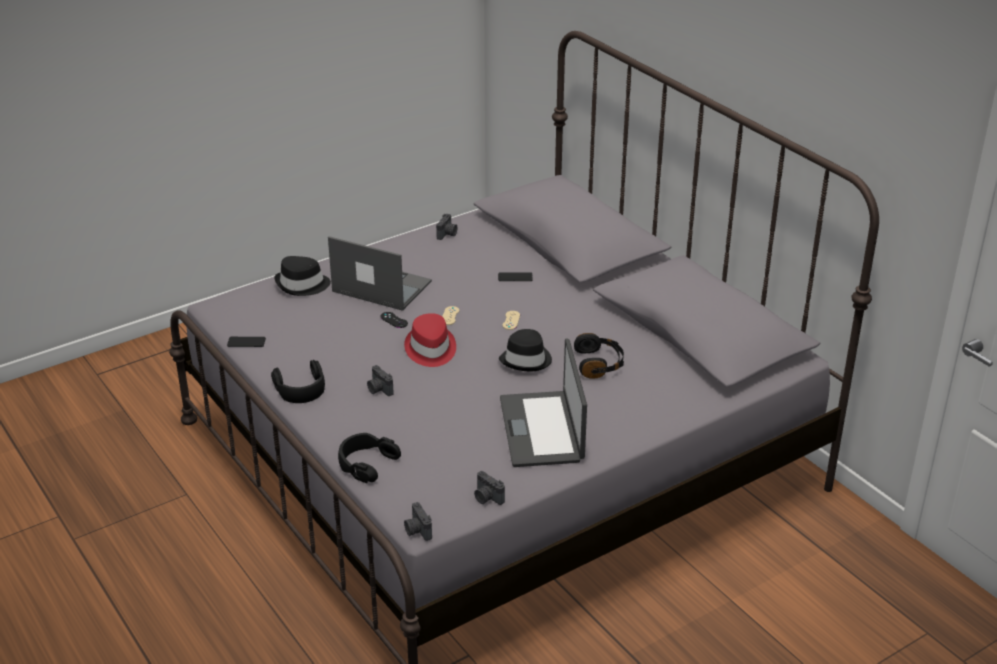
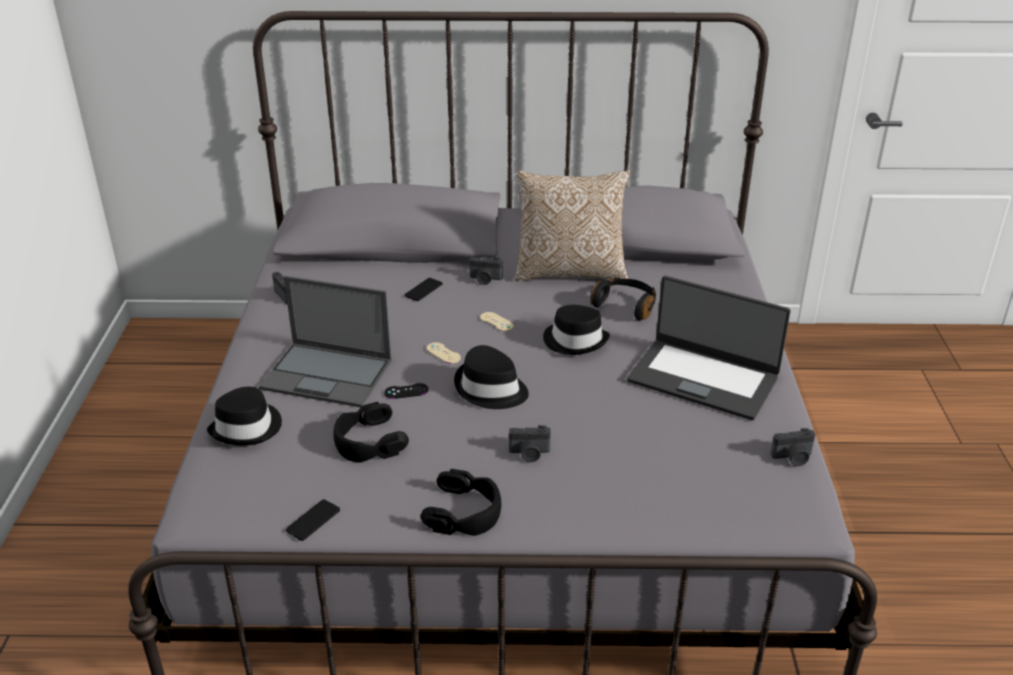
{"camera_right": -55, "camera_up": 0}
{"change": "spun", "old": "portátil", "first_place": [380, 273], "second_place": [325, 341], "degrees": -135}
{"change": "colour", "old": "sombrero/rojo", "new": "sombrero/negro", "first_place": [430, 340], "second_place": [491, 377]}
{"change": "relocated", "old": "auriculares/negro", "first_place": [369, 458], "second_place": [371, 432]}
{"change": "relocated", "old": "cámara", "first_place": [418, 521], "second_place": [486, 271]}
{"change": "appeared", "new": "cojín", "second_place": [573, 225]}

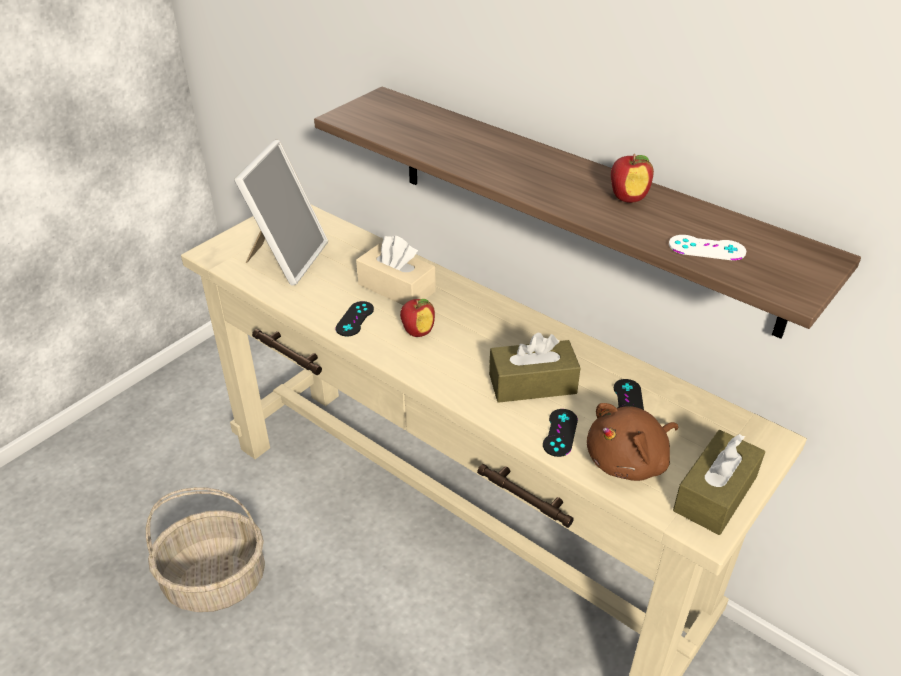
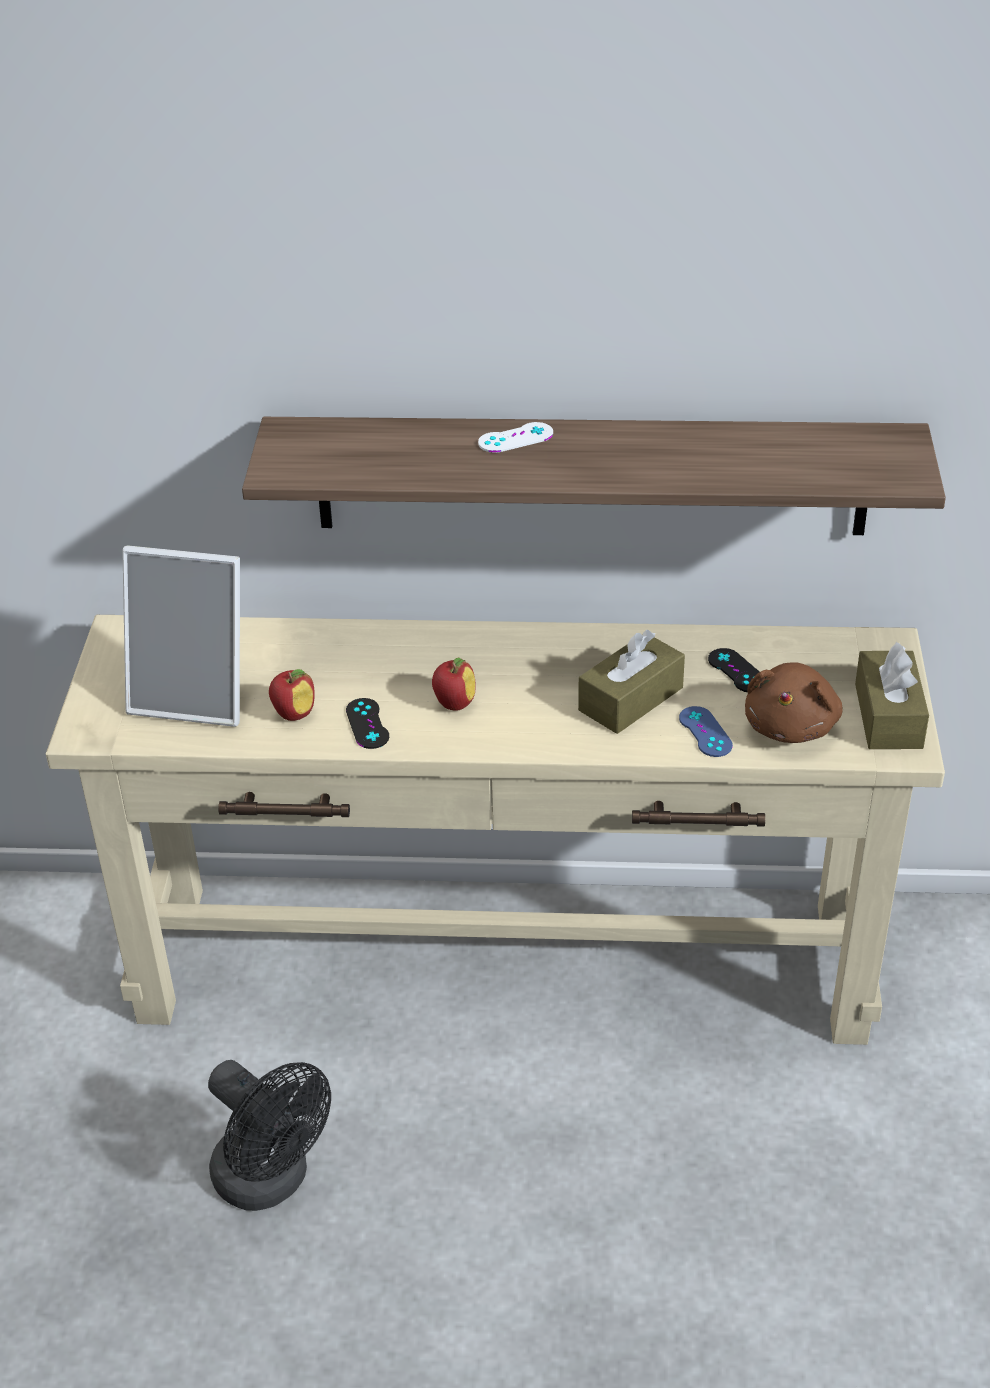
{"camera_right": -35, "camera_up": 0}
{"change": "spun", "old": "portarretratos", "first_place": [281, 212], "second_place": [181, 636], "degrees": 120}
{"change": "relocated", "old": "manzana", "first_place": [632, 178], "second_place": [292, 695]}
{"change": "missing", "old": "caja de pañuelos/beis", "first_place": [396, 270]}
{"change": "relocated", "old": "mando de consola/blanco", "first_place": [707, 247], "second_place": [515, 437]}
{"change": "colour", "old": "mando de consola/negro", "new": "mando de consola/azul", "first_place": [560, 433], "second_place": [706, 731]}
{"change": "exchanged", "old": "cesta", "new": "ventilador/negro", "first_place": [205, 549], "second_place": [269, 1135]}

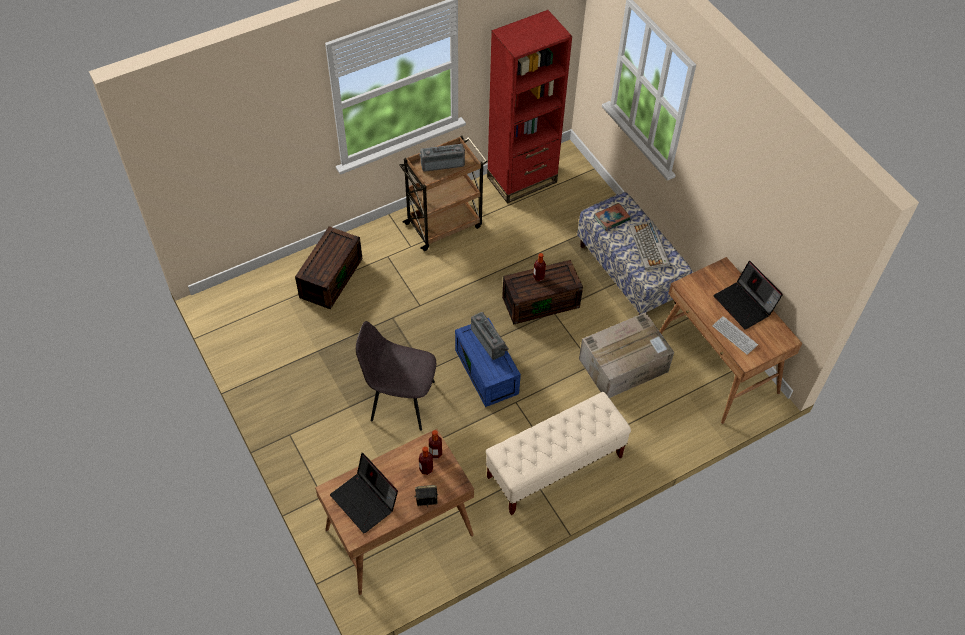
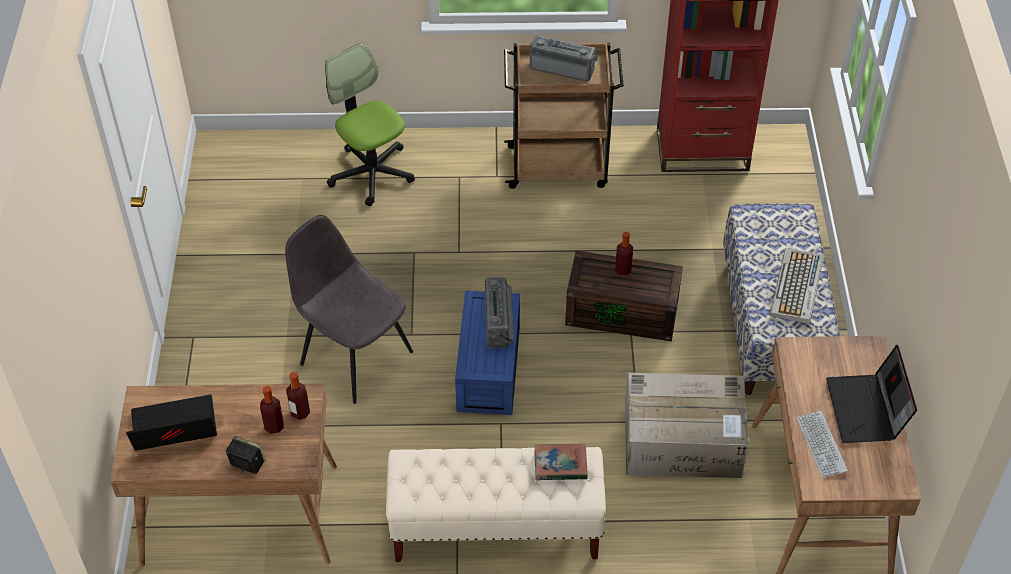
{"camera_right": 30, "camera_up": -5}
{"change": "relocated", "old": "libro", "first_place": [613, 217], "second_place": [561, 462]}
{"change": "exchanged", "old": "caja de almacenaje/marrón", "new": "silla de oficina", "first_place": [328, 267], "second_place": [370, 125]}
{"change": "spun", "old": "portátil", "first_place": [364, 493], "second_place": [171, 423], "degrees": 90}

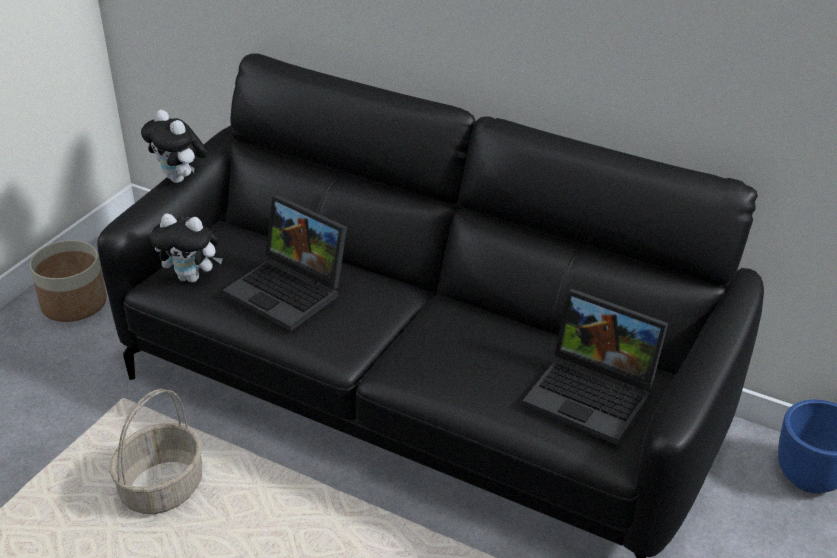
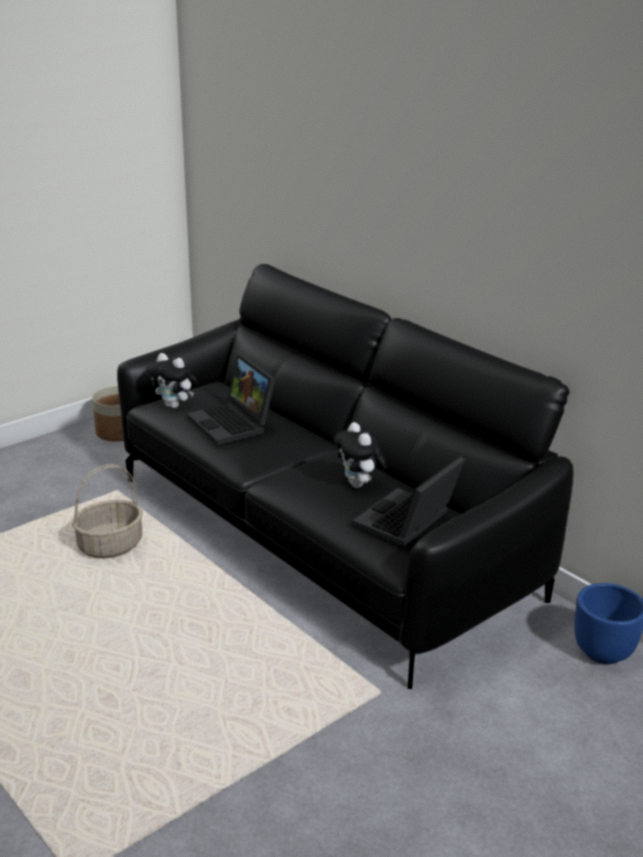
{"camera_right": 20, "camera_up": -10}
{"change": "relocated", "old": "peluche", "first_place": [174, 146], "second_place": [360, 455]}
{"change": "spun", "old": "portátil", "first_place": [595, 367], "second_place": [408, 501], "degrees": 75}

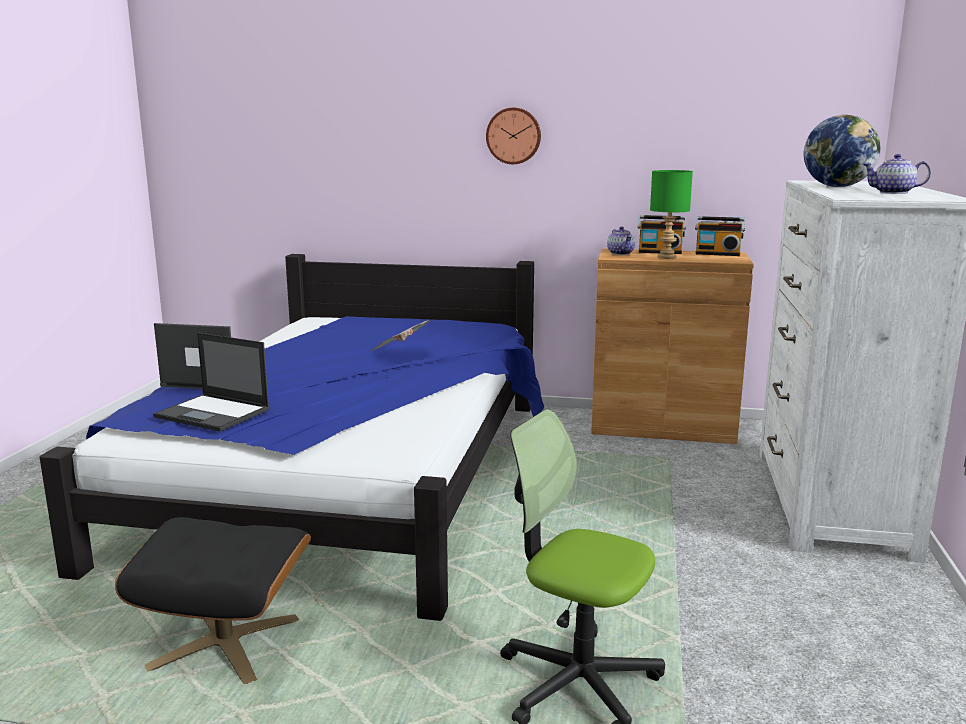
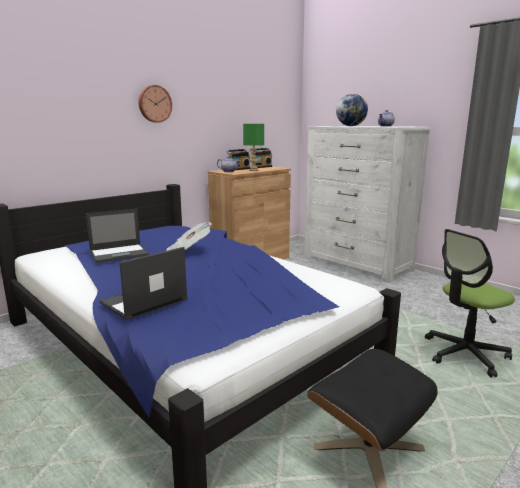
{"camera_right": -55, "camera_up": 0}
{"change": "relocated", "old": "portátil", "first_place": [211, 382], "second_place": [117, 236]}

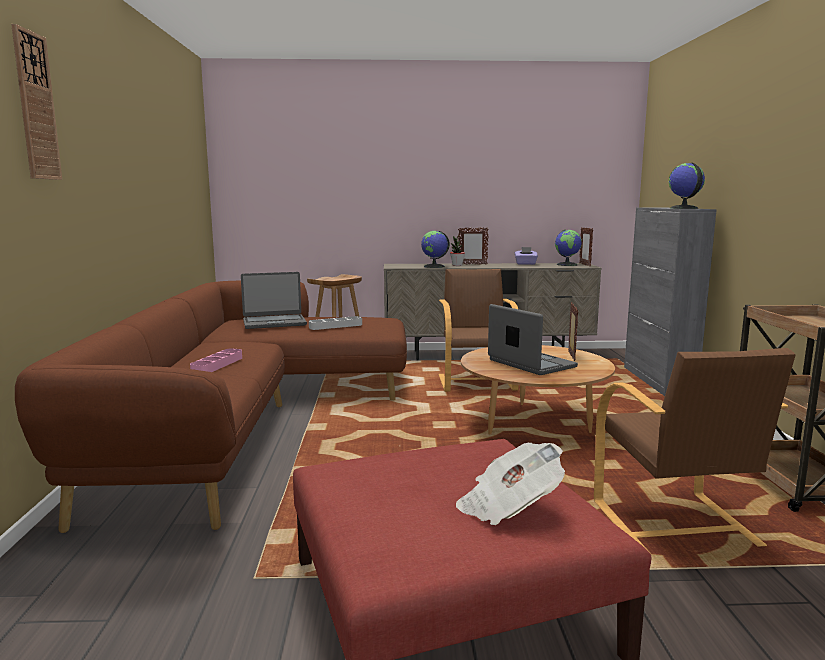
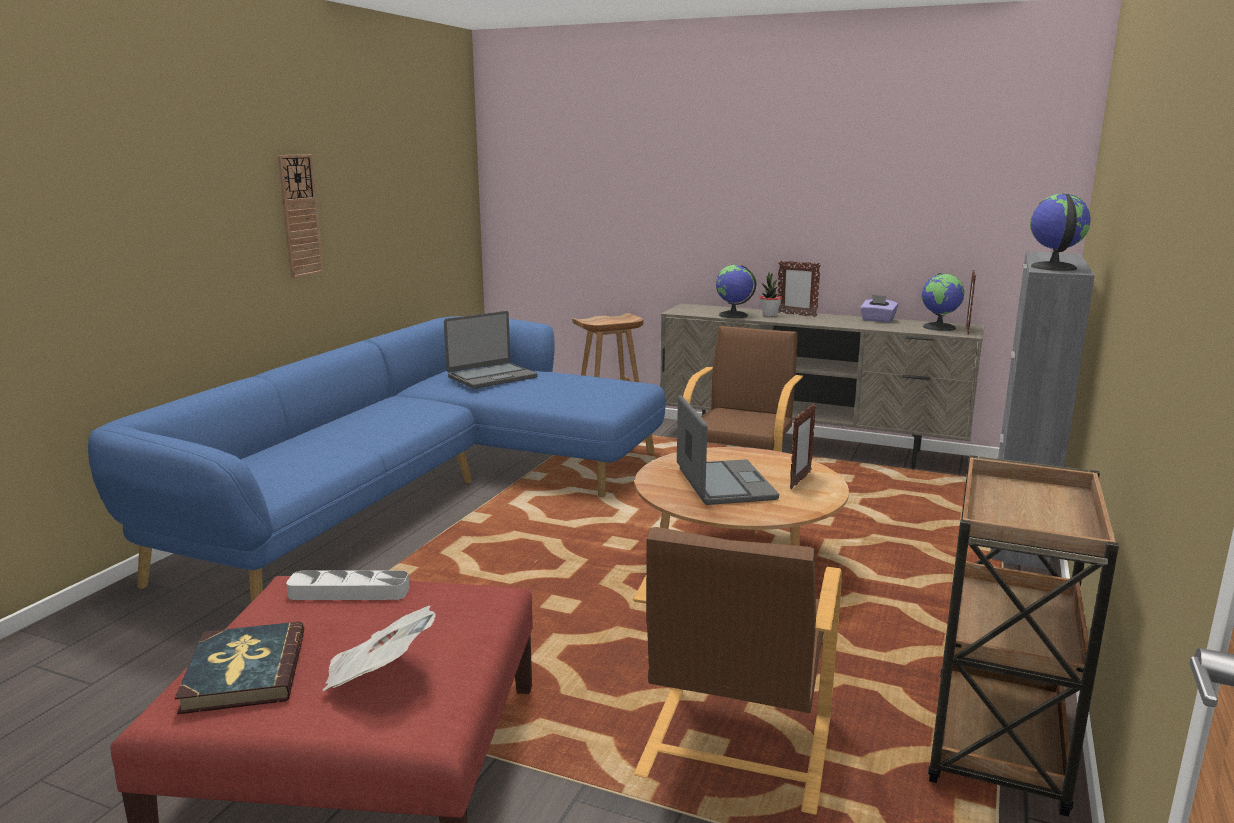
{"camera_right": 25, "camera_up": 5}
{"change": "relocated", "old": "reloj de pared", "first_place": [36, 102], "second_place": [301, 216]}
{"change": "spun", "old": "portátil", "first_place": [274, 300], "second_place": [491, 350], "degrees": -45}
{"change": "colour", "old": "sofá/marrón", "new": "sofá/azul", "first_place": [211, 406], "second_place": [377, 459]}
{"change": "relocated", "old": "bandeja/gris", "first_place": [335, 323], "second_place": [348, 585]}
{"change": "missing", "old": "bandeja/rosa", "first_place": [216, 360]}
{"change": "appeared", "new": "libro", "second_place": [239, 668]}

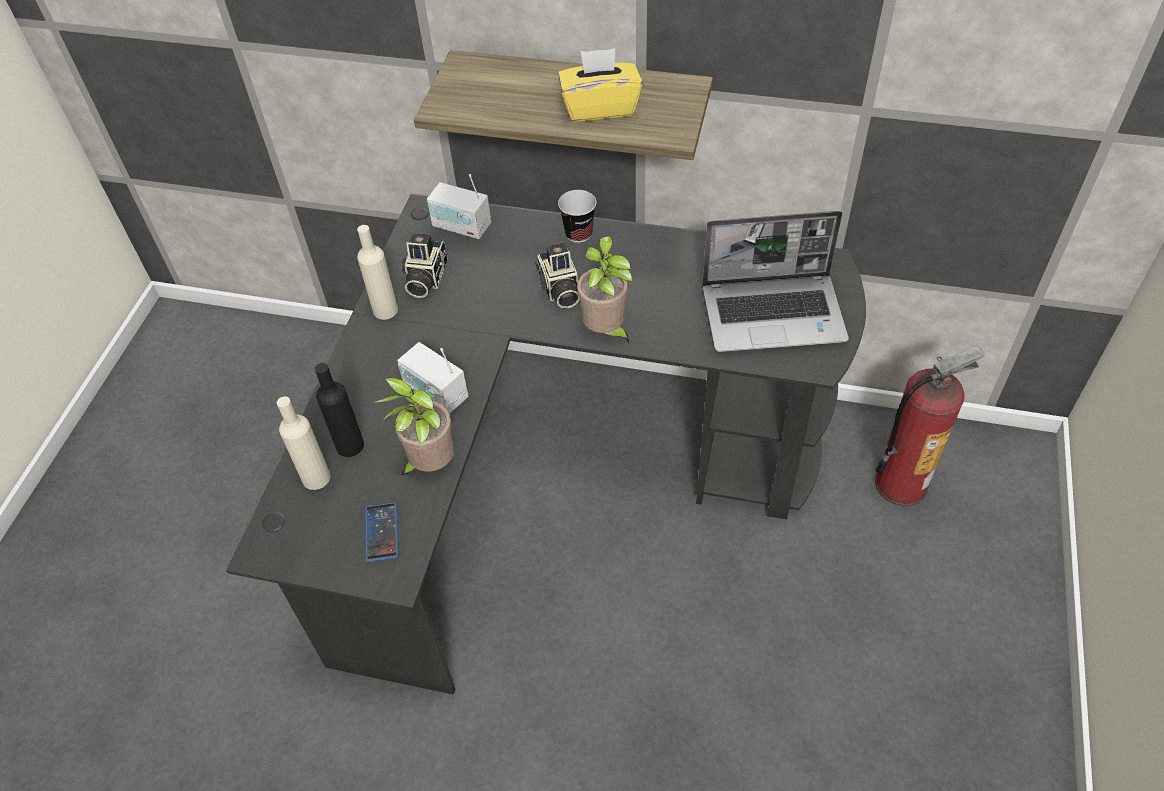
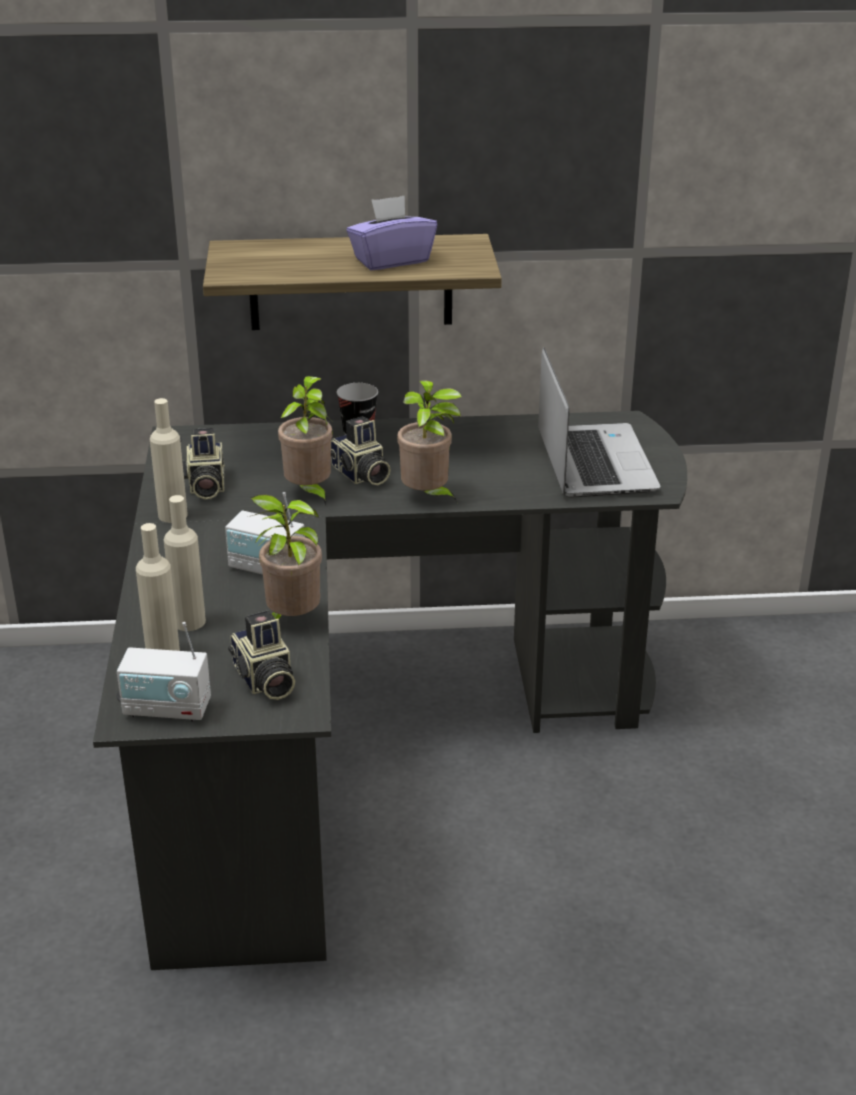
{"camera_right": -20, "camera_up": -20}
{"change": "colour", "old": "caja de pañuelos/amarillo", "new": "caja de pañuelos/morado", "first_place": [600, 85], "second_place": [391, 233]}
{"change": "relocated", "old": "radio", "first_place": [459, 206], "second_place": [164, 672]}
{"change": "spun", "old": "portátil", "first_place": [775, 281], "second_place": [599, 422], "degrees": -75}
{"change": "missing", "old": "extintor", "first_place": [929, 426]}
{"change": "colour", "old": "botella/negro", "new": "botella/beis", "first_place": [339, 410], "second_place": [185, 563]}
{"change": "exchanged", "old": "móvil", "new": "cámara", "first_place": [382, 532], "second_place": [261, 655]}
{"change": "appeared", "new": "planta en maceta", "second_place": [305, 441]}

